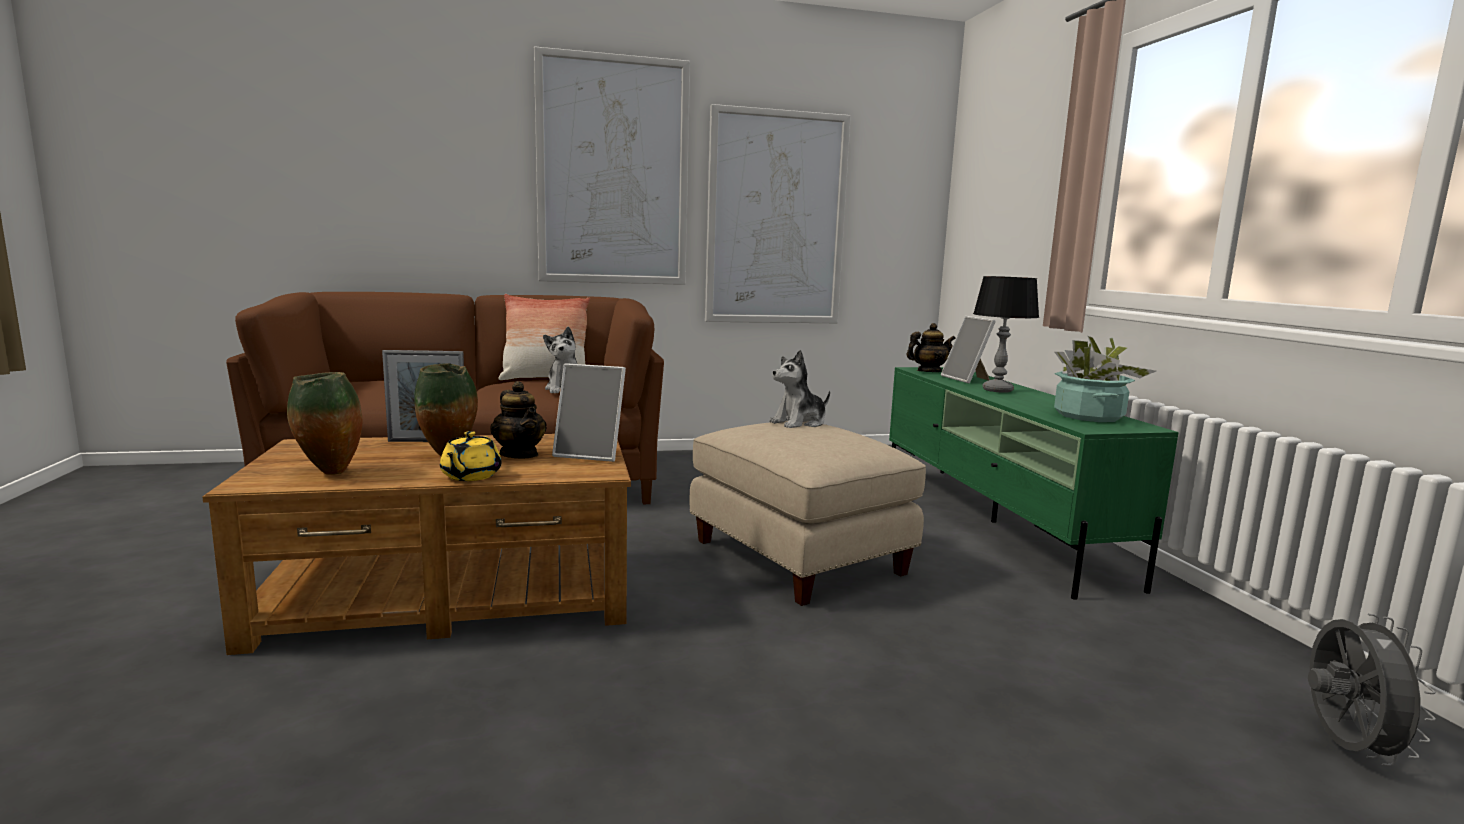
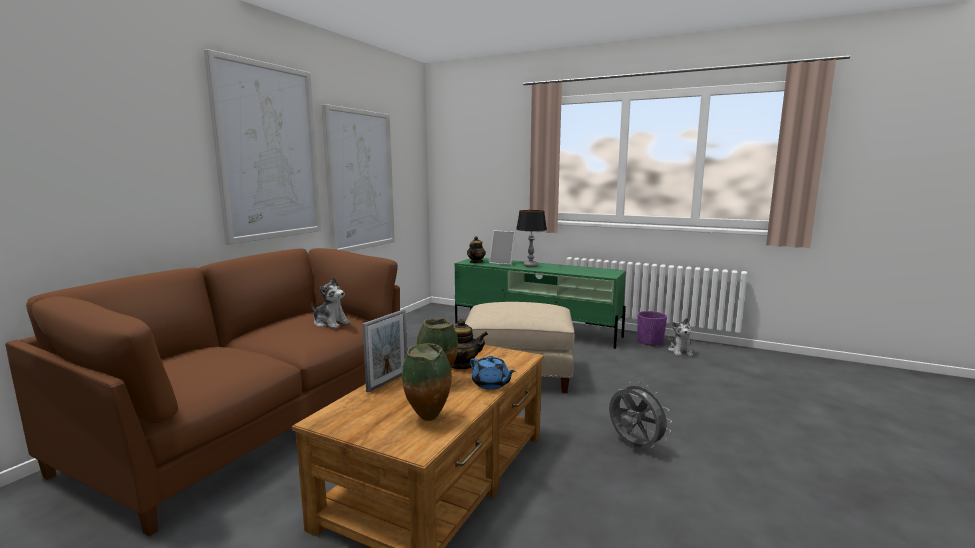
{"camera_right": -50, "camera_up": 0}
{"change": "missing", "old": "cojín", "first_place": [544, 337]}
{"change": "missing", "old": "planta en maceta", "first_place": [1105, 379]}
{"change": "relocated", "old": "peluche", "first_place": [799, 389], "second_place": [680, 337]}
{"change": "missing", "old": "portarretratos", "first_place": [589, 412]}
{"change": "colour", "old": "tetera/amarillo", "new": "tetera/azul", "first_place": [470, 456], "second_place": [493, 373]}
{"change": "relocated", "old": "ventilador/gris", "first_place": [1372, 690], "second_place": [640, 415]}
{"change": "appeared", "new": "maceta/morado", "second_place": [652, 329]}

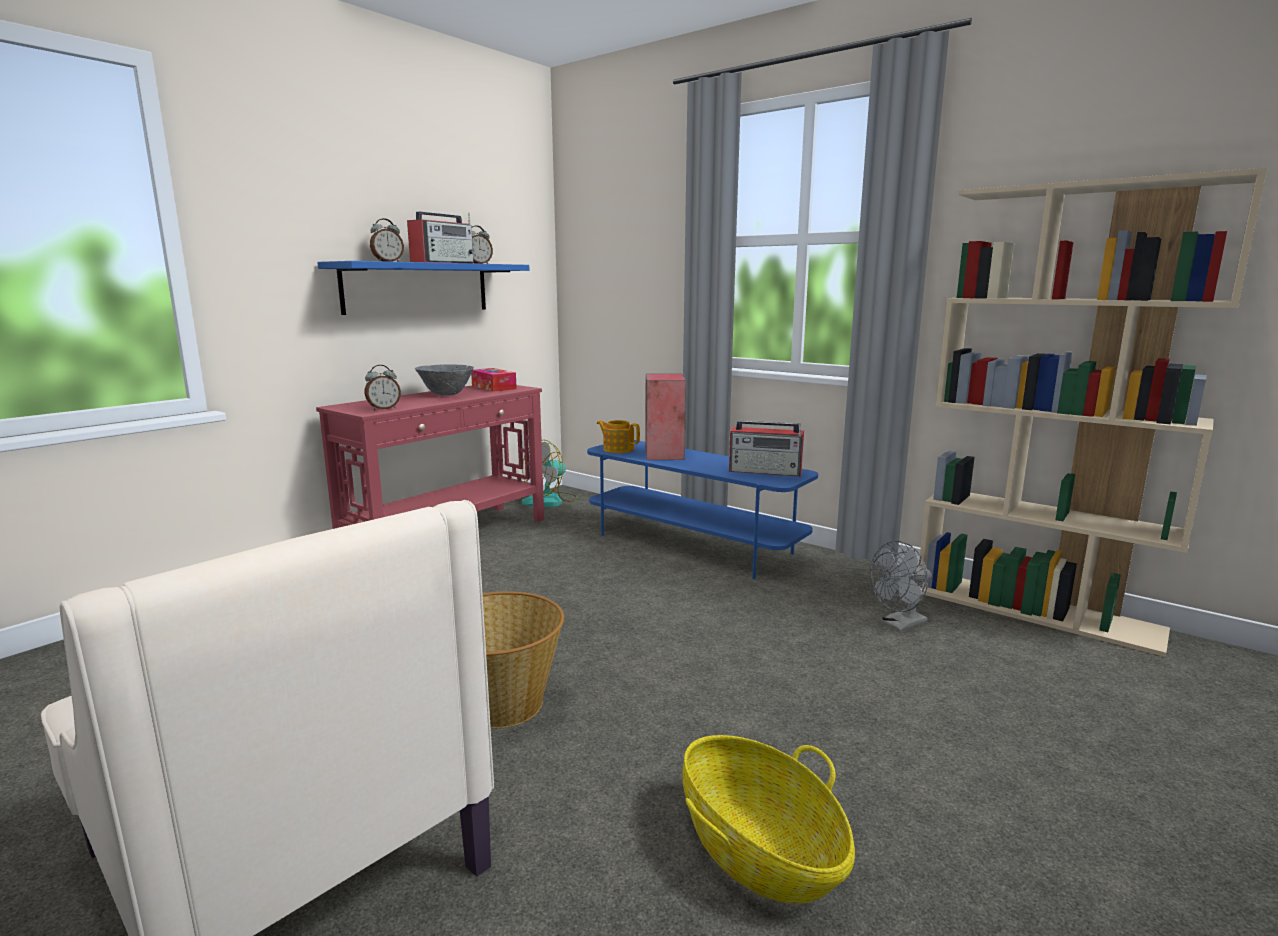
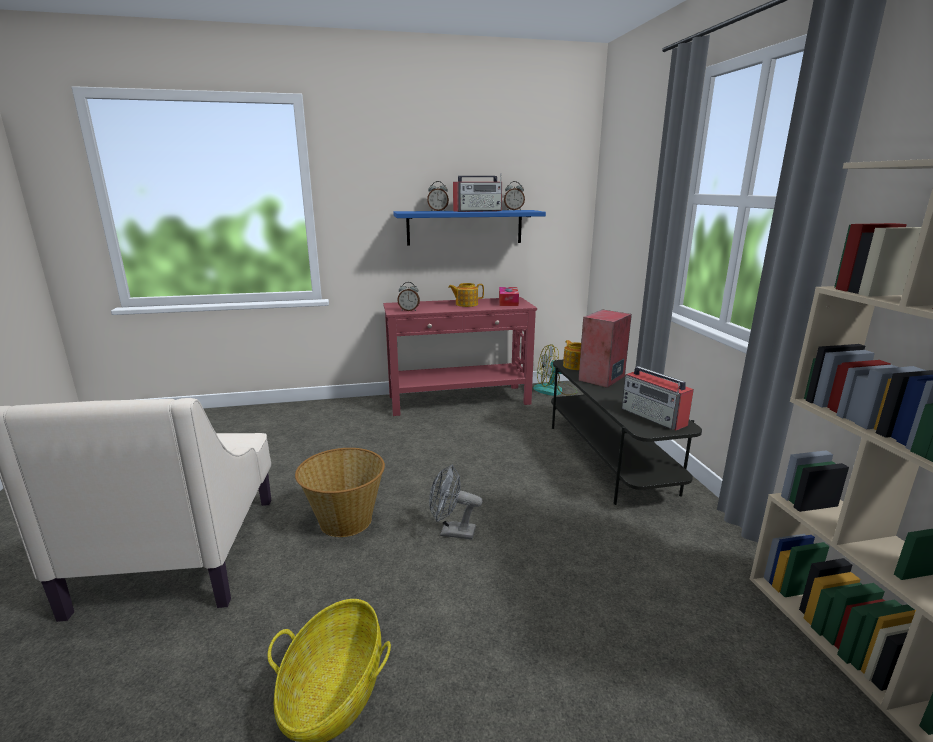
{"camera_right": 40, "camera_up": 5}
{"change": "exchanged", "old": "cuenco/gris", "new": "tetera", "first_place": [444, 379], "second_place": [466, 295]}
{"change": "colour", "old": "mueble de televisión/azul", "new": "mueble de televisión/gris", "first_place": [702, 509], "second_place": [626, 432]}
{"change": "relocated", "old": "ventilador/gris", "first_place": [901, 586], "second_place": [455, 502]}

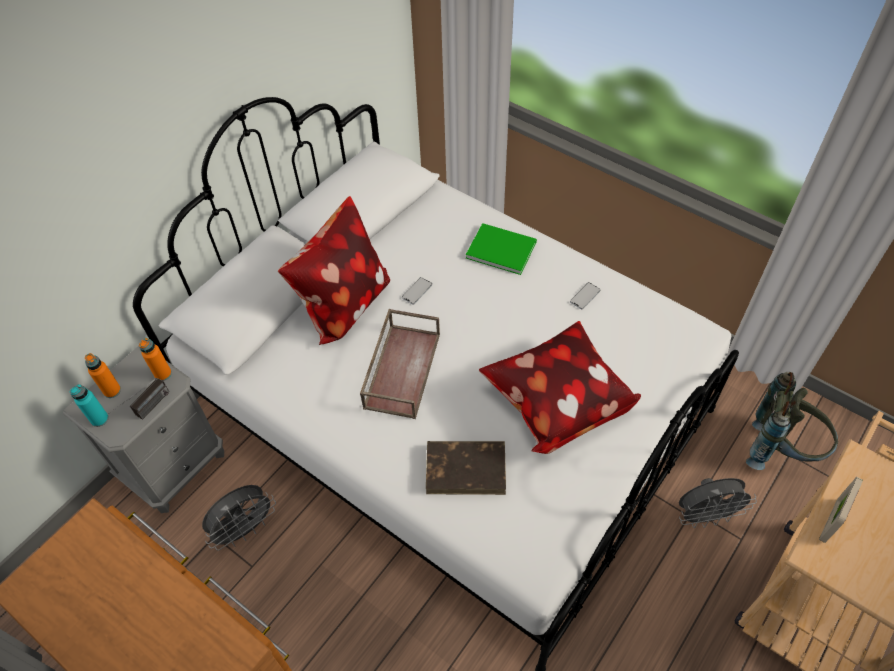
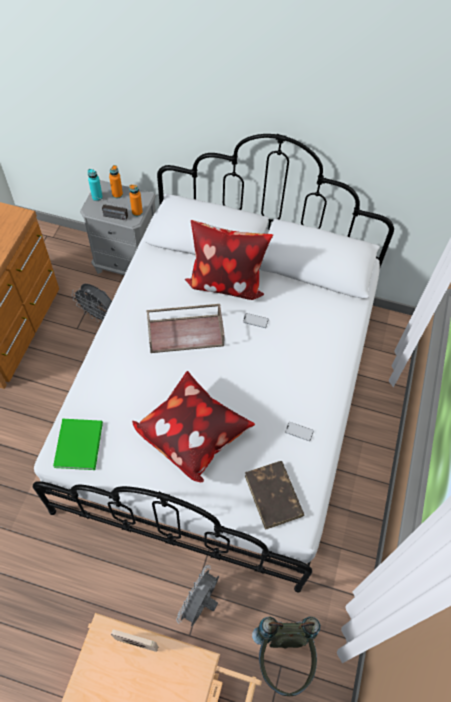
{"camera_right": 65, "camera_up": 5}
{"change": "relocated", "old": "libro/verde", "first_place": [501, 249], "second_place": [78, 444]}
{"change": "relocated", "old": "libro/marrón", "first_place": [466, 468], "second_place": [274, 495]}
{"change": "spun", "old": "ventilador/gris", "first_place": [718, 503], "second_place": [197, 596], "degrees": 60}

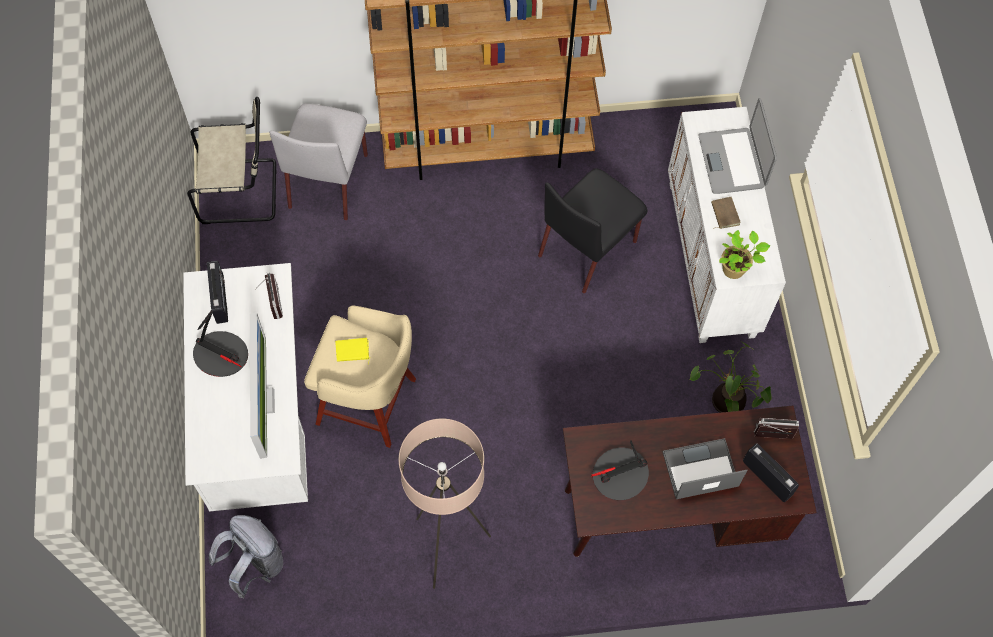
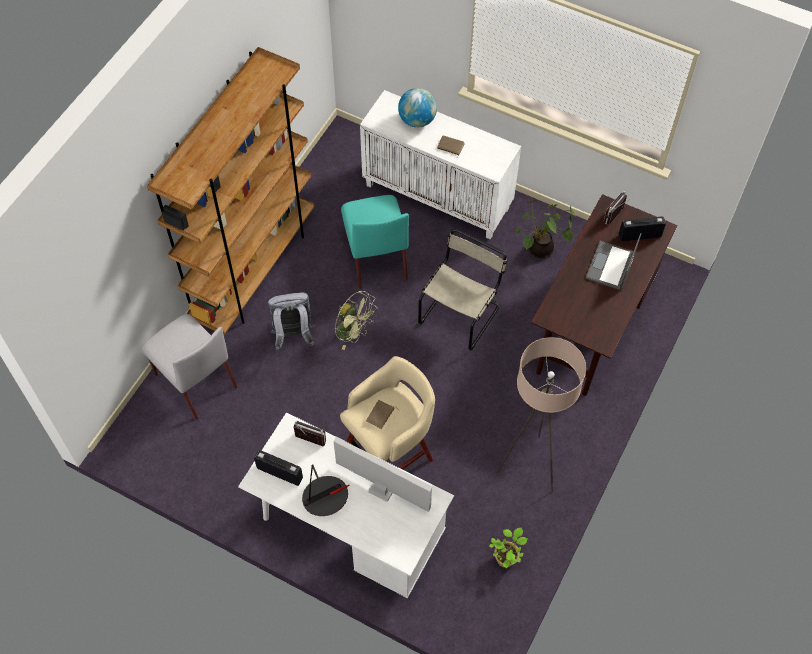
{"camera_right": -55, "camera_up": -5}
{"change": "relocated", "old": "silla/beis", "first_place": [231, 160], "second_place": [462, 290]}
{"change": "exchanged", "old": "portátil", "new": "globo terráqueo", "first_place": [737, 146], "second_place": [417, 108]}
{"change": "colour", "old": "silla/negro", "new": "silla/turquesa", "first_place": [592, 230], "second_place": [375, 242]}
{"change": "relocated", "old": "planta en maceta", "first_place": [744, 254], "second_place": [508, 547]}
{"change": "colour", "old": "libro/amarillo", "new": "libro/marrón", "first_place": [352, 351], "second_place": [382, 414]}
{"change": "missing", "old": "lámpara de mesa", "first_place": [620, 470]}
{"change": "relocated", "old": "mochila/gris", "first_place": [246, 556], "second_place": [291, 321]}
{"change": "appeared", "new": "ventilador/verde", "second_place": [356, 320]}

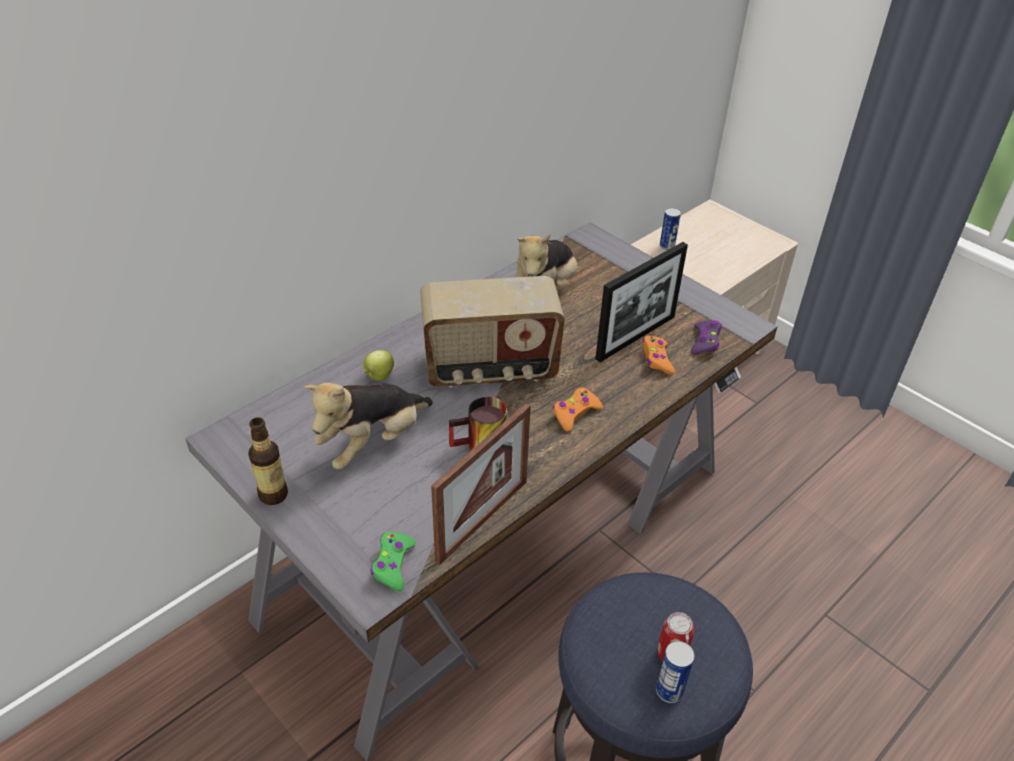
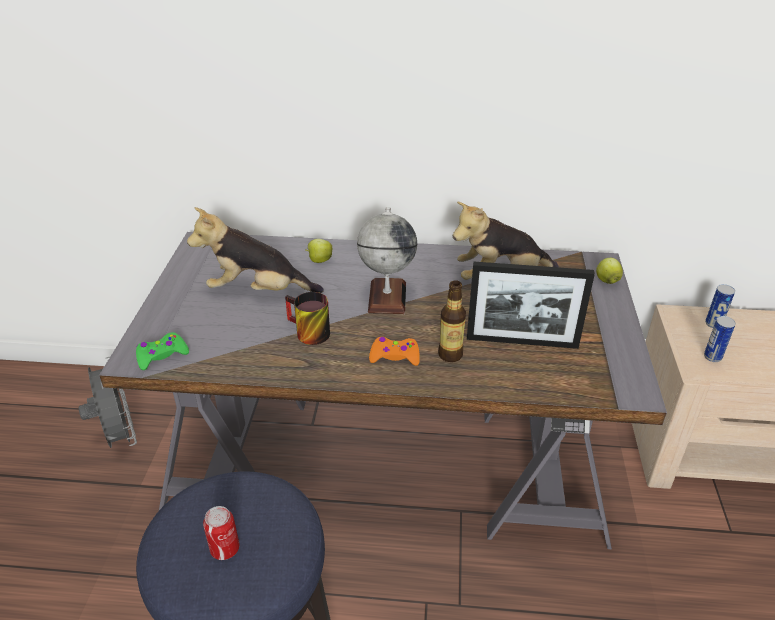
{"camera_right": 50, "camera_up": -5}
{"change": "exchanged", "old": "radio", "new": "globo terráqueo", "first_place": [492, 332], "second_place": [387, 260]}
{"change": "missing", "old": "mando de consola/morado", "first_place": [706, 337]}
{"change": "missing", "old": "mando de consola/naranja", "first_place": [659, 354]}
{"change": "missing", "old": "portarretratos", "first_place": [481, 484]}
{"change": "relocated", "old": "botella", "first_place": [268, 461], "second_place": [452, 321]}
{"change": "relocated", "old": "lata", "first_place": [675, 672], "second_place": [720, 339]}
{"change": "appeared", "new": "manzana", "second_place": [609, 271]}
{"change": "appeared", "new": "ventilador/gris", "second_place": [107, 402]}

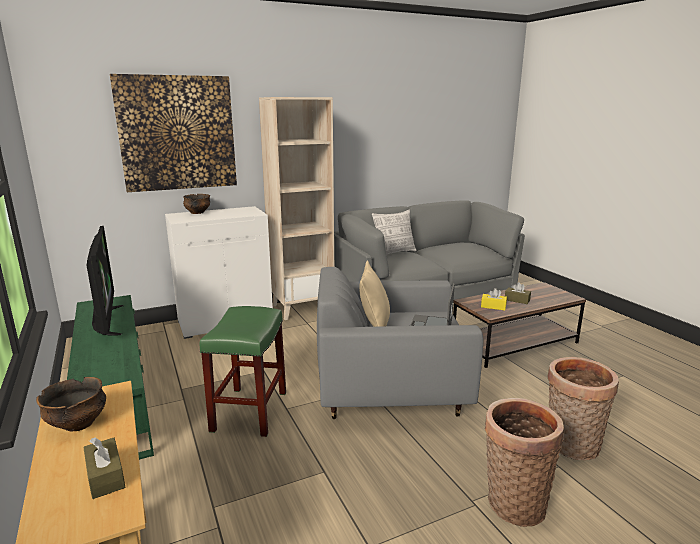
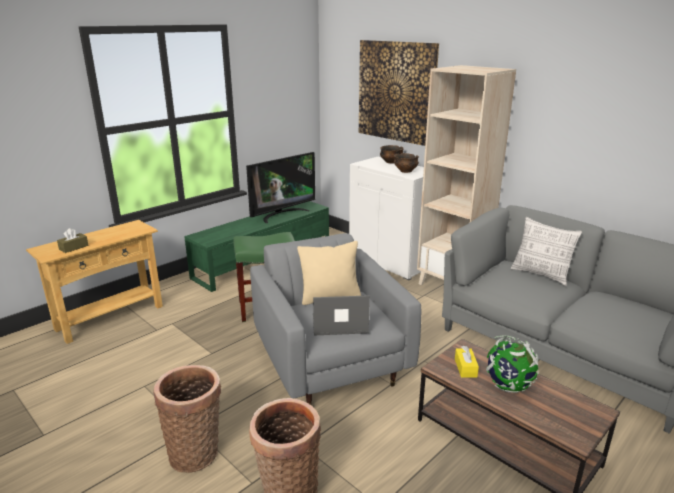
{"camera_right": 70, "camera_up": 5}
{"change": "exchanged", "old": "caja de pañuelos/marrón", "new": "globo terráqueo", "first_place": [518, 293], "second_place": [512, 364]}
{"change": "relocated", "old": "cuenco", "first_place": [71, 404], "second_place": [406, 163]}

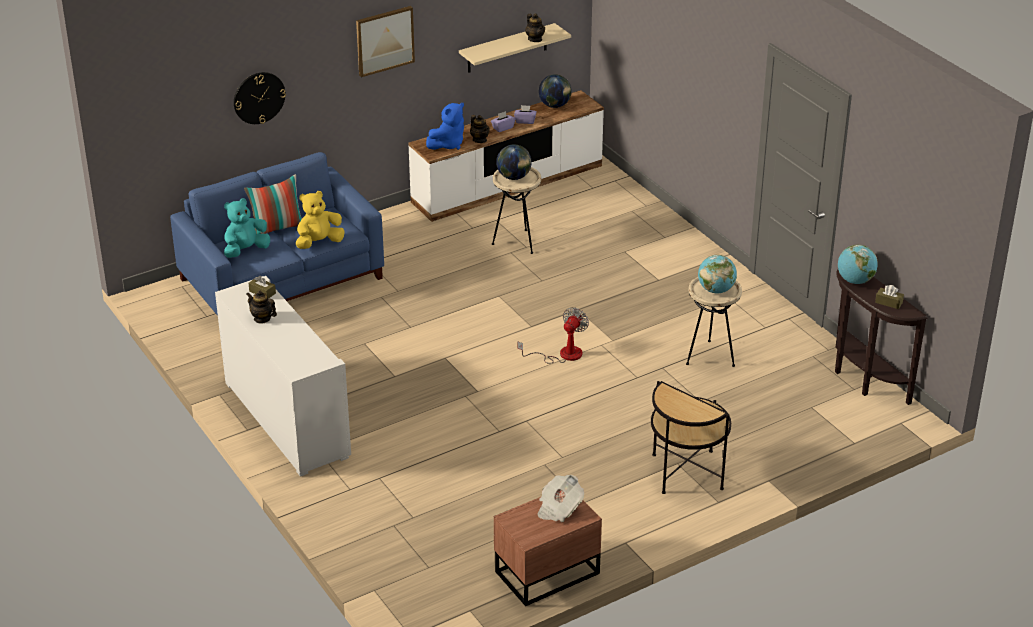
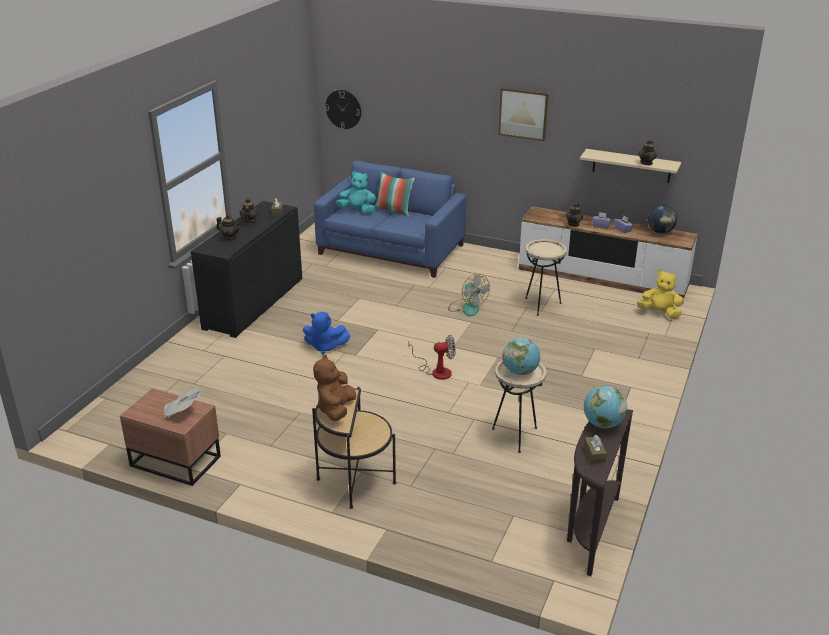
{"camera_right": 55, "camera_up": -5}
{"change": "relocated", "old": "reloj de pared", "first_place": [260, 98], "second_place": [343, 109]}
{"change": "relocated", "old": "peluche/azul", "first_place": [445, 126], "second_place": [327, 333]}
{"change": "missing", "old": "globo terráqueo", "first_place": [514, 162]}
{"change": "relocated", "old": "peluche/amarillo", "first_place": [320, 220], "second_place": [660, 294]}
{"change": "colour", "old": "armario/blanco", "new": "armario/negro", "first_place": [283, 376], "second_place": [246, 269]}
{"change": "appeared", "new": "tetera", "second_place": [228, 227]}
{"change": "appeared", "new": "ventilador", "second_place": [469, 295]}
{"change": "appeared", "new": "peluche/marrón", "second_place": [334, 387]}

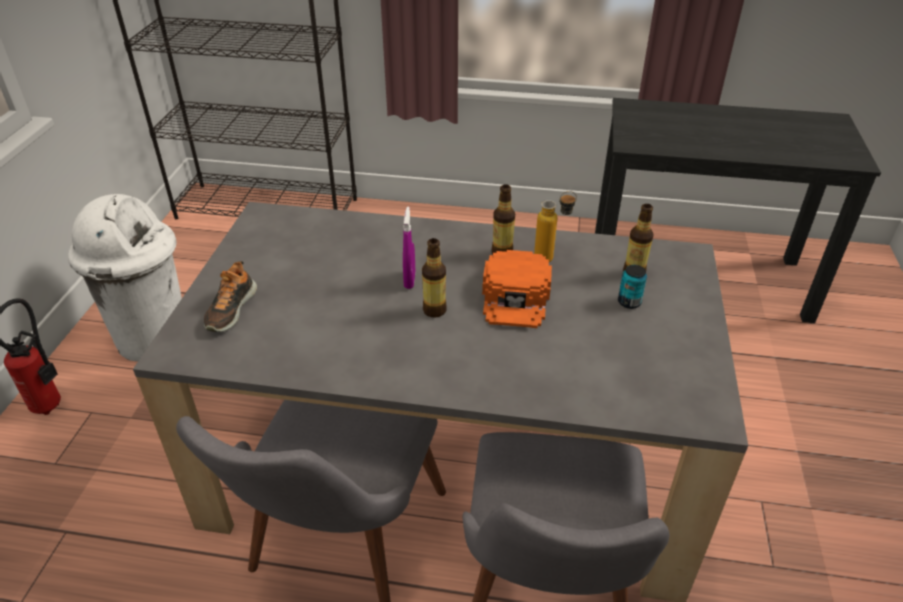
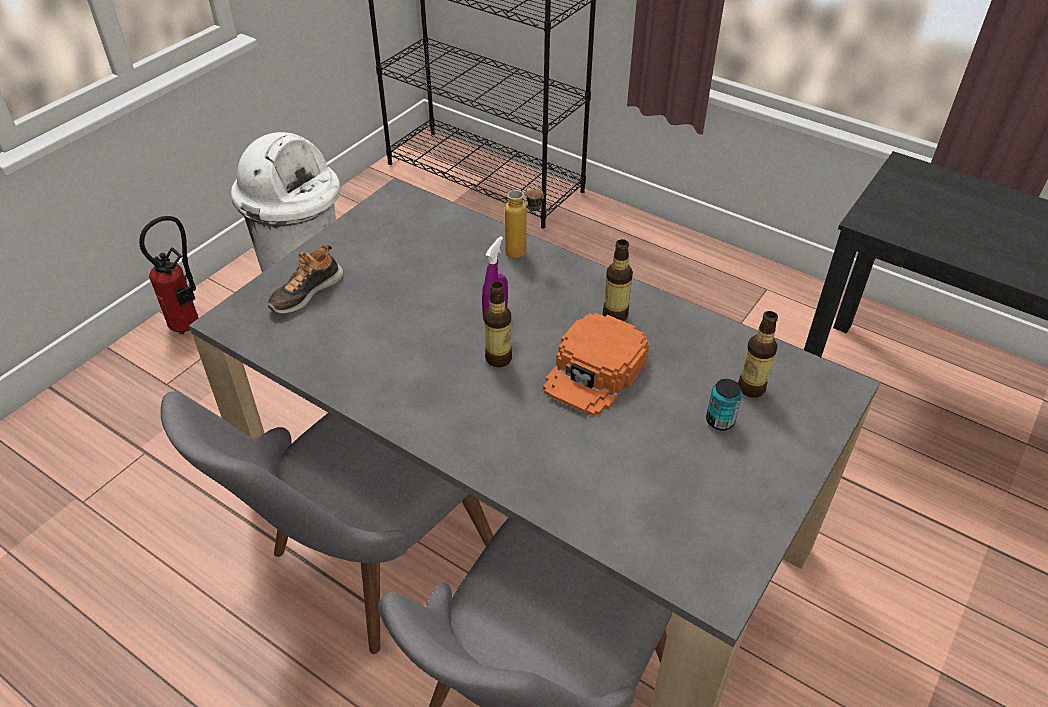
{"camera_right": 25, "camera_up": 5}
{"change": "relocated", "old": "botella", "first_place": [555, 226], "second_place": [524, 221]}

